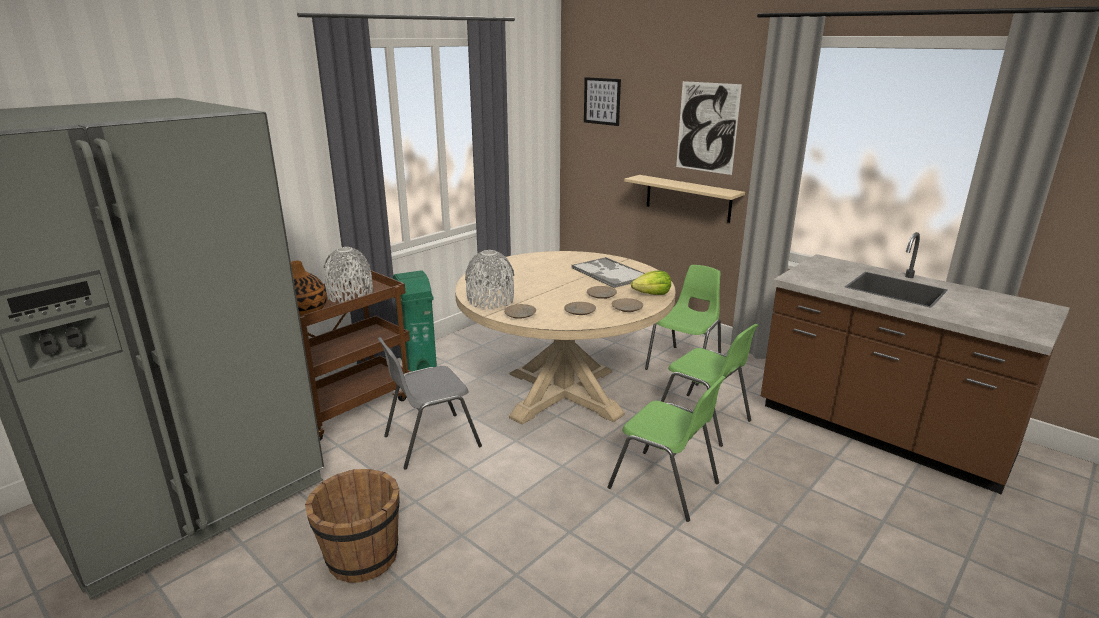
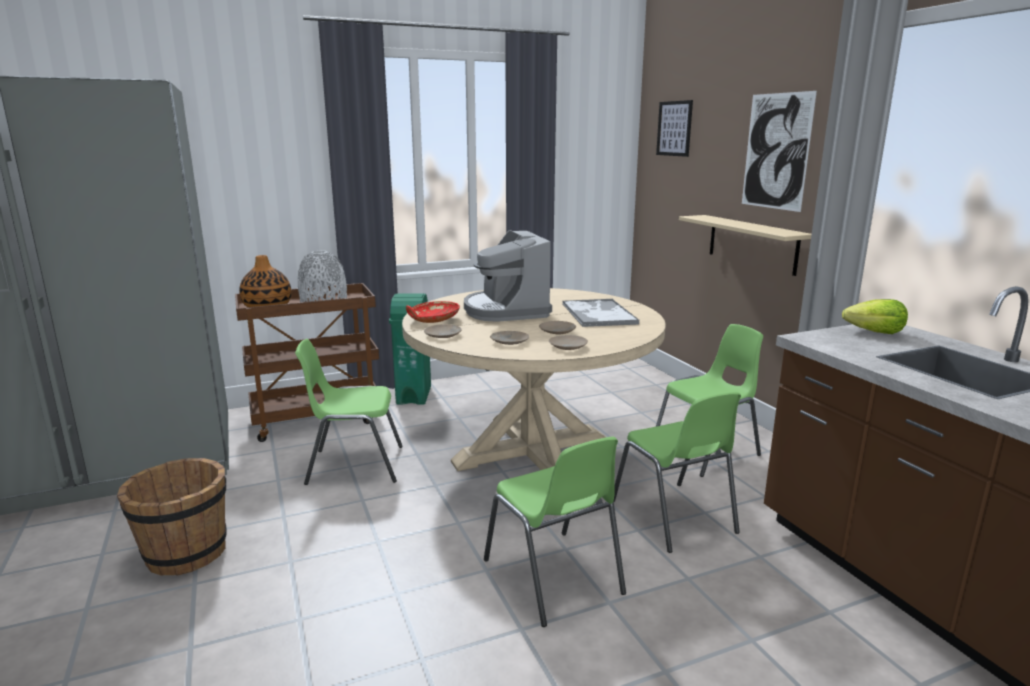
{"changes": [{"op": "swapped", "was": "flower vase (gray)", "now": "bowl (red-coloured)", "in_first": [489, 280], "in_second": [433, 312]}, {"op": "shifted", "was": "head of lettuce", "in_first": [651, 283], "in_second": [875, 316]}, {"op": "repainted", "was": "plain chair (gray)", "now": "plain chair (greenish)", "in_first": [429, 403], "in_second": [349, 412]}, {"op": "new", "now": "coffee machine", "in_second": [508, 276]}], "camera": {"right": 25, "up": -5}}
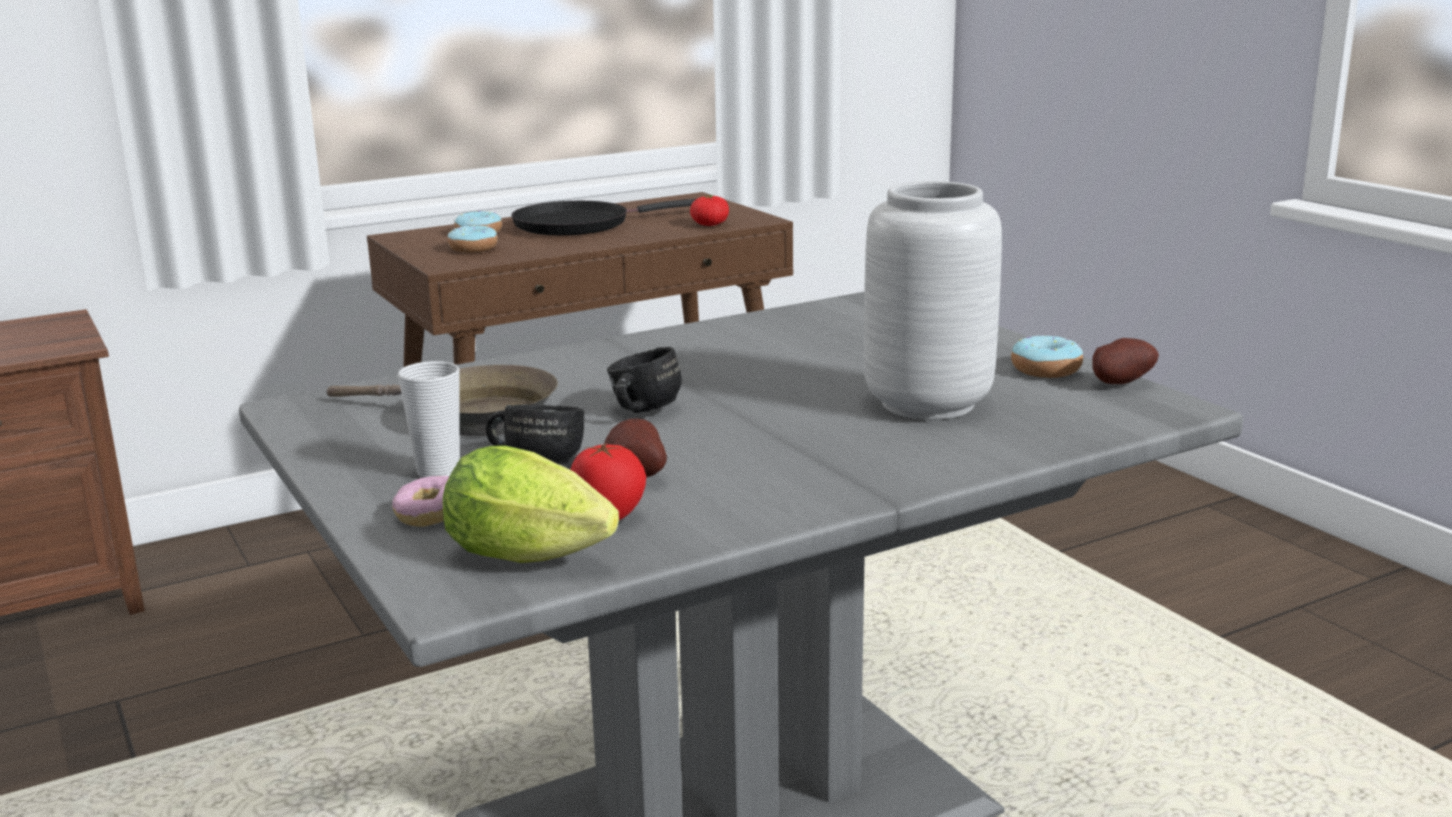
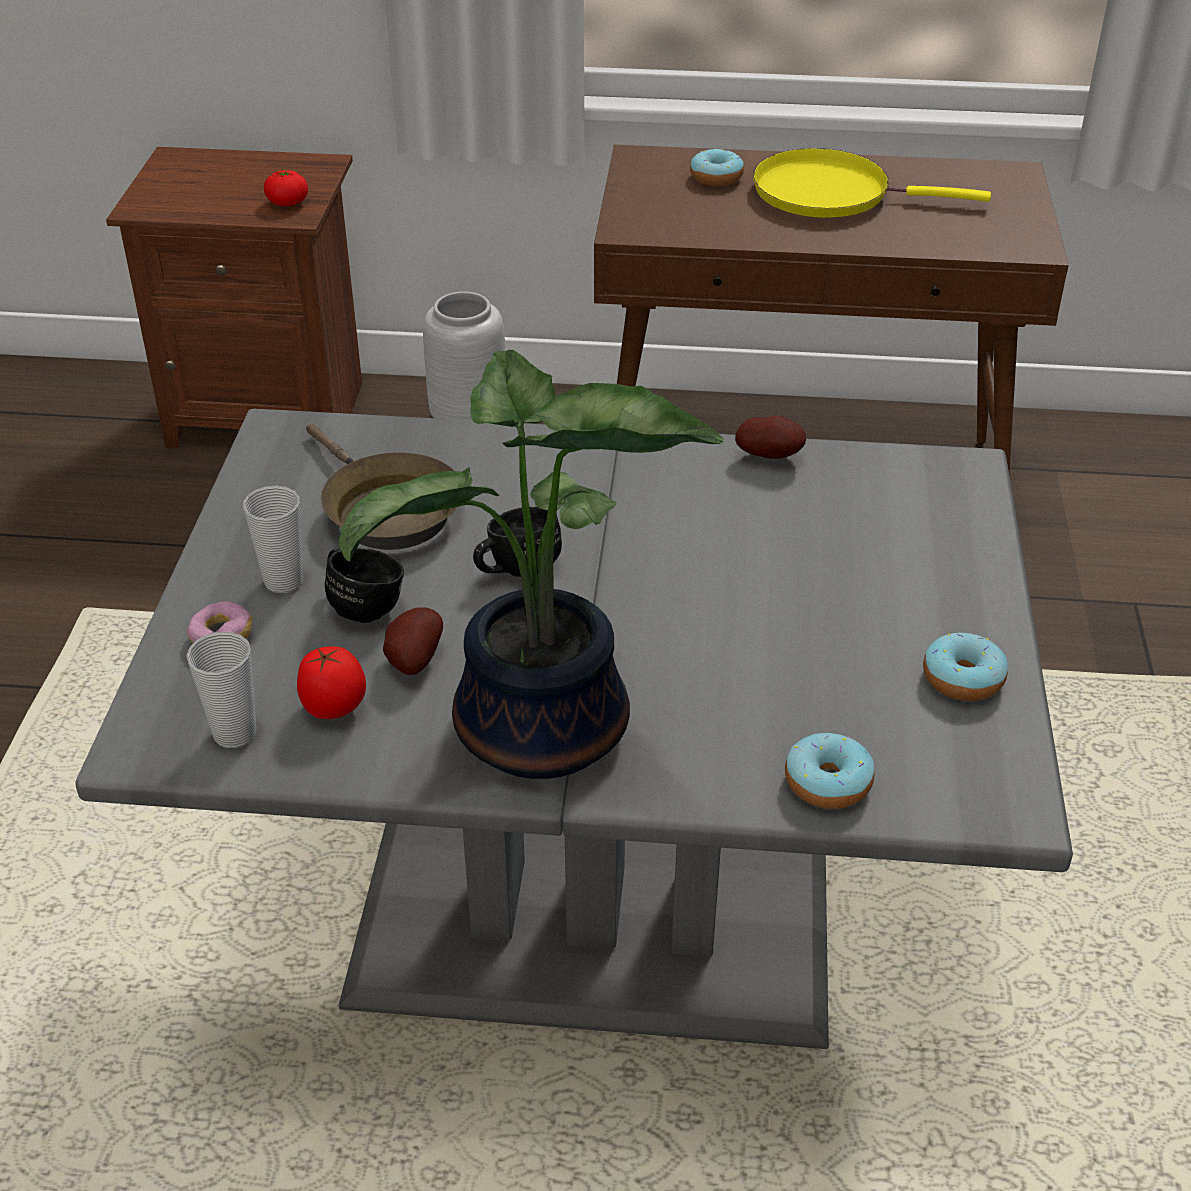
{"changes": [{"op": "shifted", "was": "flower vase (gray)", "in_first": [933, 300], "in_second": [464, 355]}, {"op": "shifted", "was": "whole tomato", "in_first": [709, 210], "in_second": [286, 188]}, {"op": "repainted", "was": "pan (blackish)", "now": "pan (yellow-coloured)", "in_first": [603, 217], "in_second": [872, 183]}, {"op": "shifted", "was": "doughnut", "in_first": [473, 239], "in_second": [829, 771]}, {"op": "shifted", "was": "whole potato", "in_first": [1125, 361], "in_second": [770, 437]}, {"op": "swapped", "was": "head of lettuce", "now": "drinking cup", "in_first": [531, 504], "in_second": [221, 690]}, {"op": "new", "now": "plant in a pot", "in_second": [531, 564]}], "camera": {"right": 35, "up": 20}}
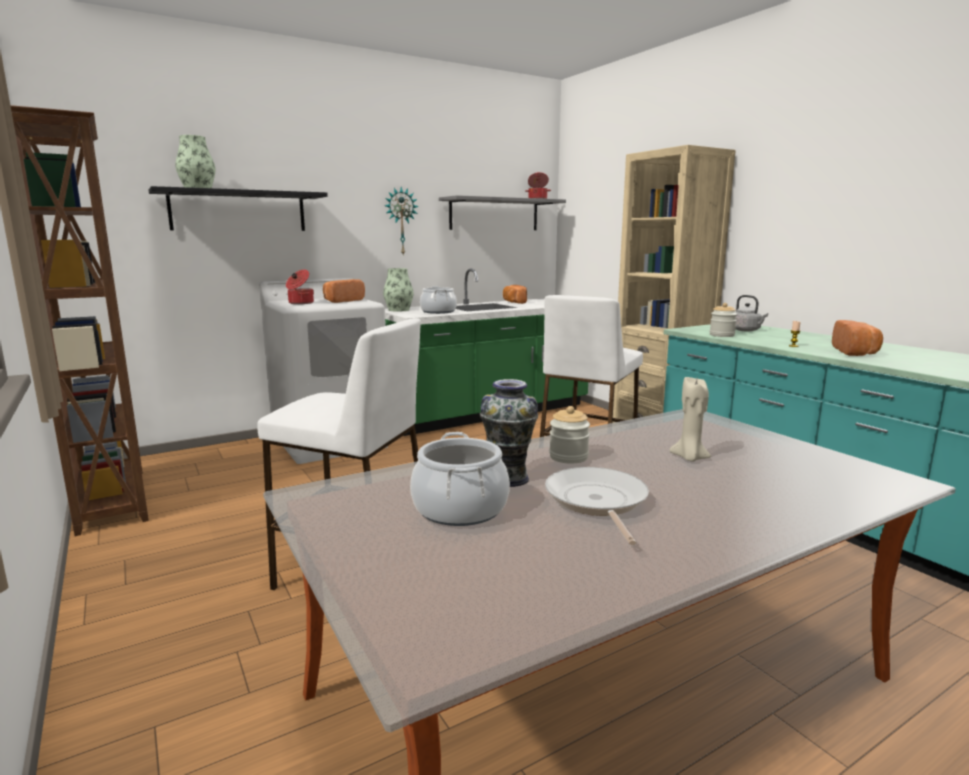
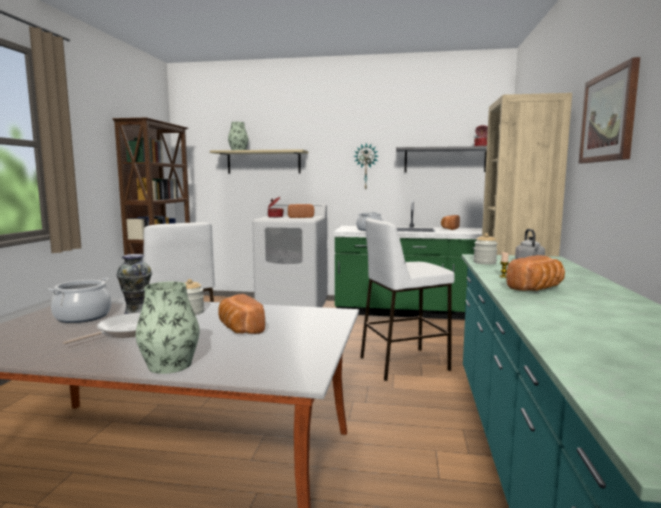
{"changes": [{"op": "repainted", "was": "wall shelf (blackish)", "now": "wall shelf (sand-coloured)", "in_first": [238, 208], "in_second": [259, 161]}, {"op": "shifted", "was": "flower vase", "in_first": [398, 290], "in_second": [168, 327]}, {"op": "swapped", "was": "wax light (sand-coloured)", "now": "bread", "in_first": [690, 419], "in_second": [241, 314]}, {"op": "new", "now": "picture", "in_second": [609, 110]}], "camera": {"right": 40, "up": -5}}
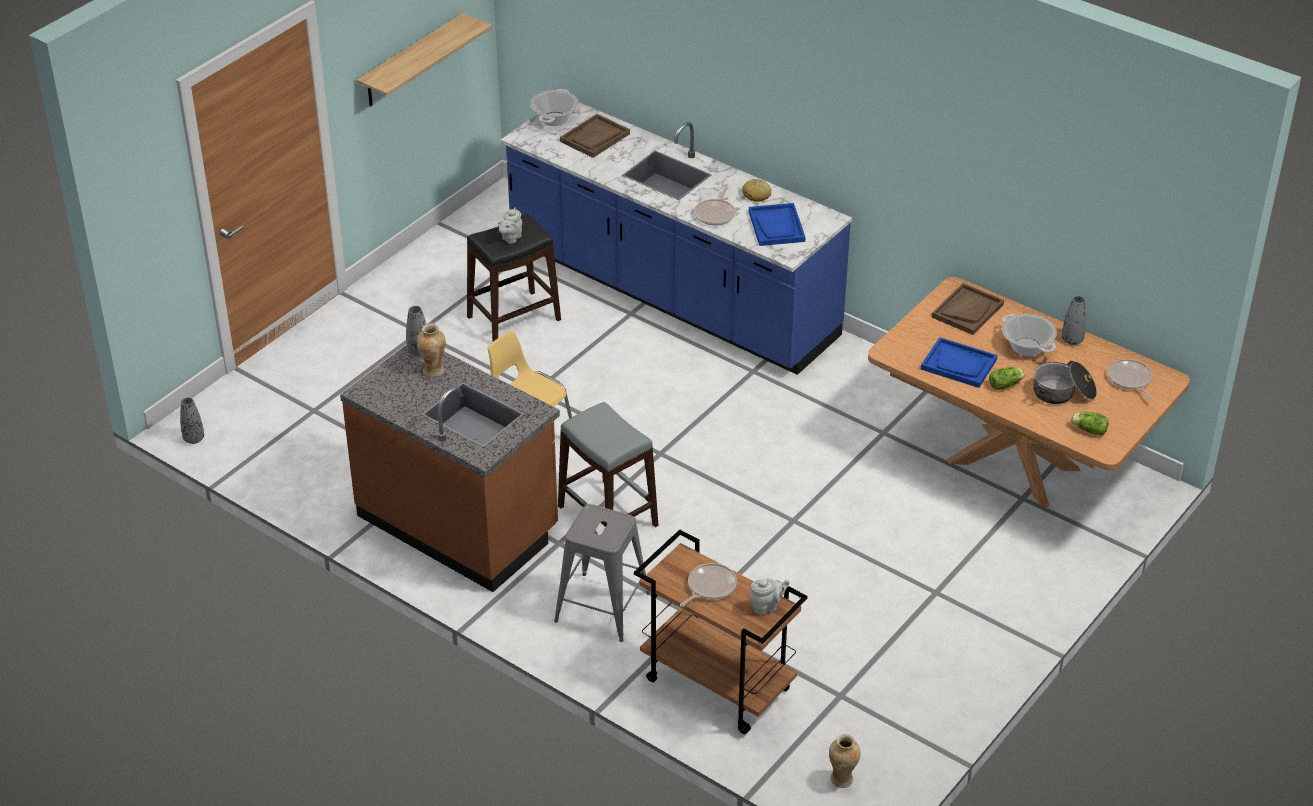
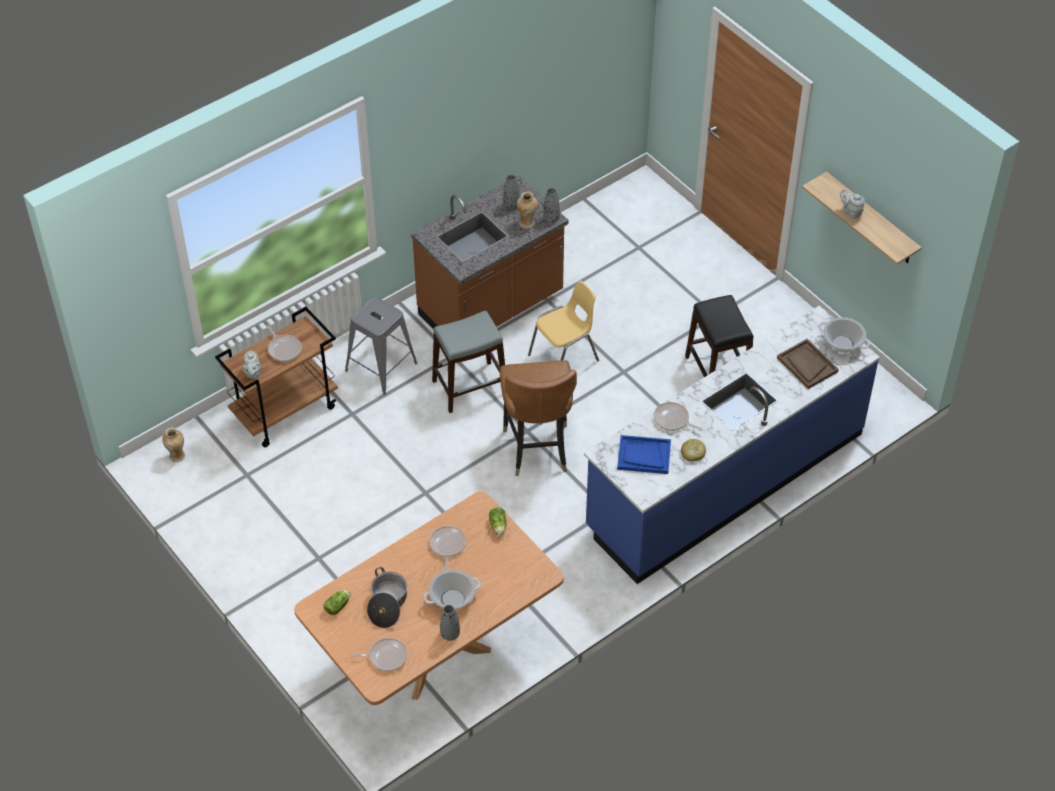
{"changes": [{"op": "shifted", "was": "pot for tea (gray)", "in_first": [510, 226], "in_second": [852, 204]}, {"op": "gone", "was": "serving tray (brown)", "in_first": [968, 309]}, {"op": "swapped", "was": "serving tray (blue-coloured)", "now": "pan", "in_first": [959, 362], "in_second": [447, 548]}, {"op": "shifted", "was": "head of lettuce", "in_first": [1007, 378], "in_second": [497, 521]}, {"op": "shifted", "was": "flower vase (gray)", "in_first": [192, 420], "in_second": [511, 192]}, {"op": "new", "now": "plain chair (brown)", "in_second": [538, 418]}], "camera": {"right": 105, "up": 10}}
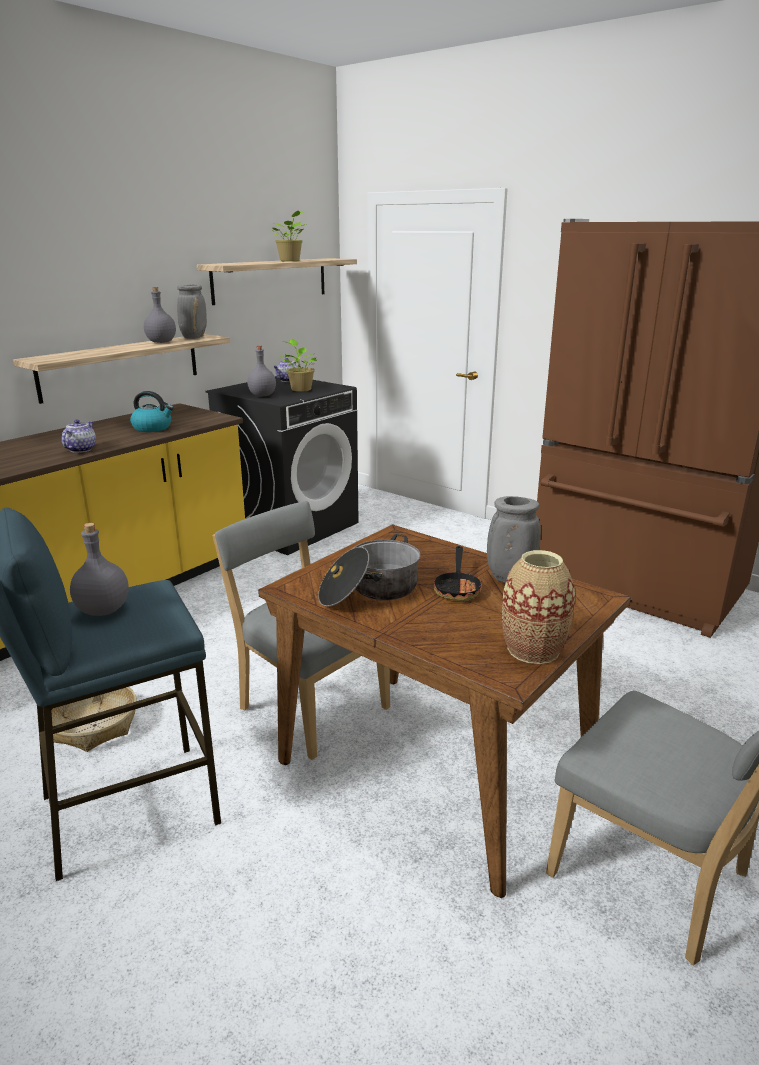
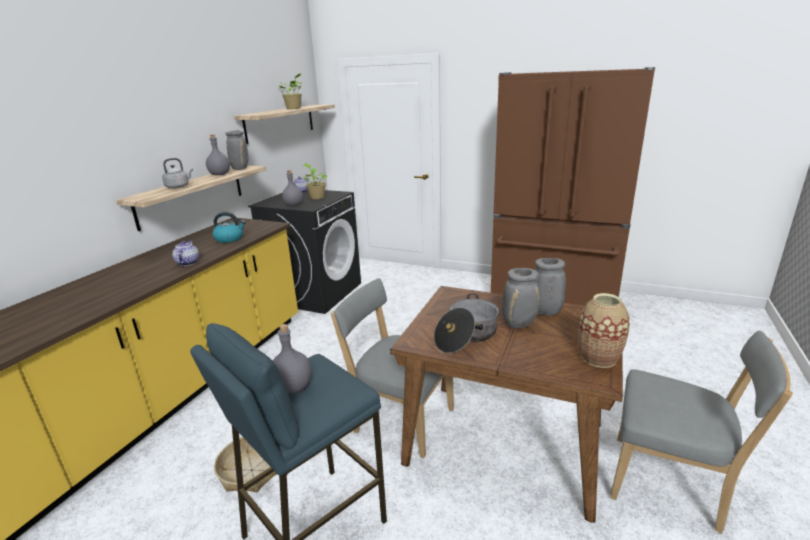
{"changes": [{"op": "swapped", "was": "pan", "now": "flower vase (gray)", "in_first": [458, 573], "in_second": [521, 298]}, {"op": "new", "now": "water kettle (gray)", "in_second": [177, 173]}], "camera": {"right": -15, "up": 0}}
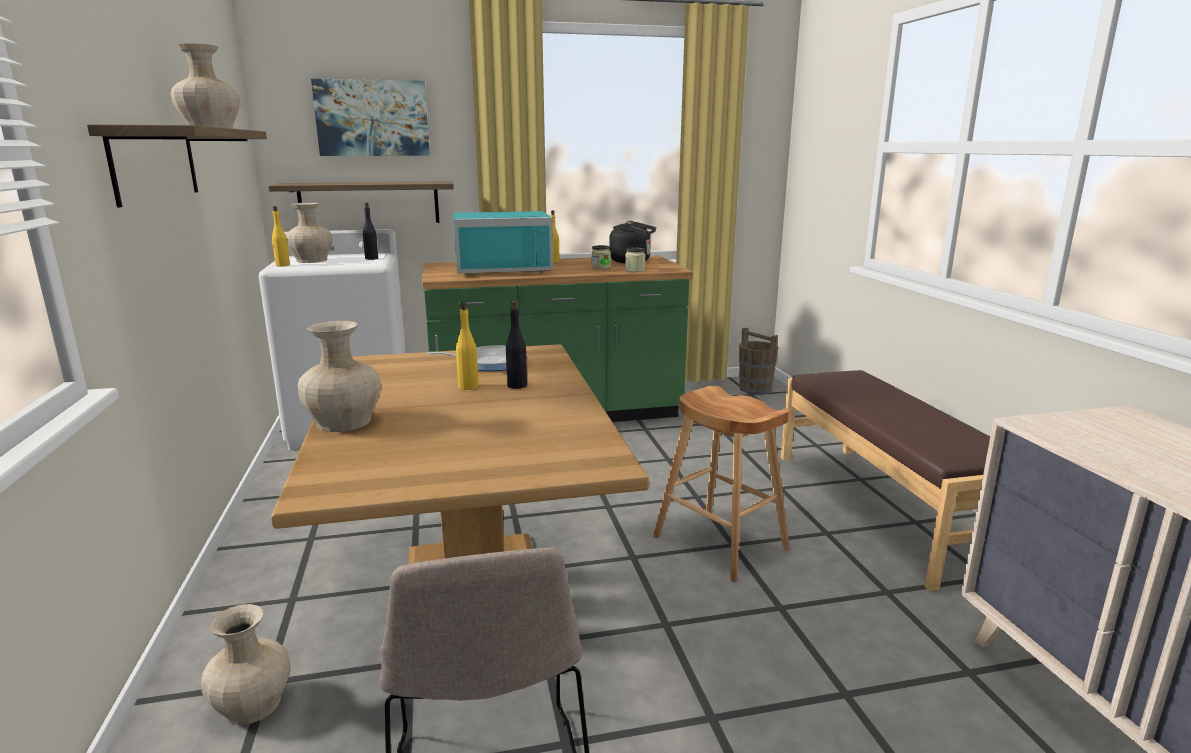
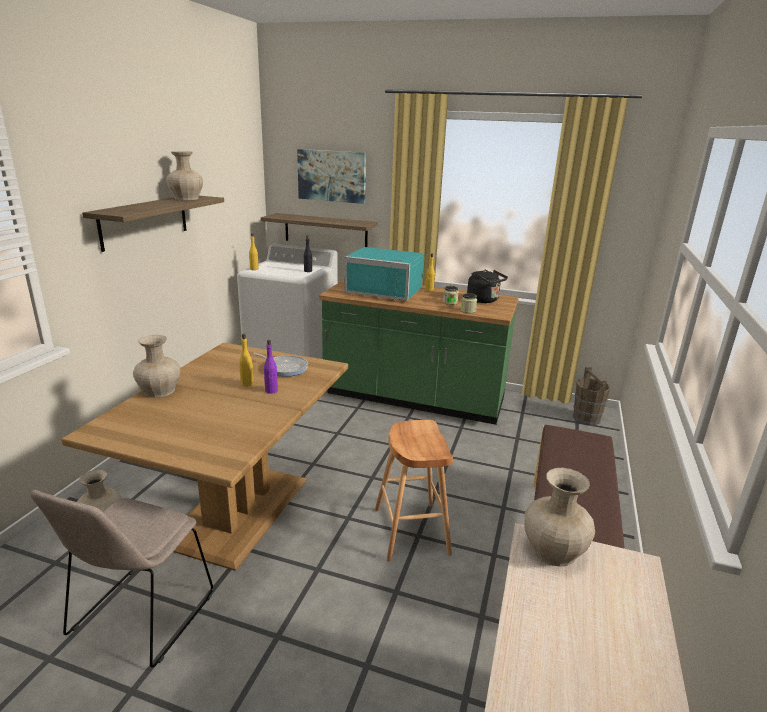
{"changes": [{"op": "shifted", "was": "flower vase (sand-coloured)", "in_first": [309, 233], "in_second": [559, 517]}, {"op": "repainted", "was": "bottle (blackish)", "now": "bottle (purple)", "in_first": [516, 345], "in_second": [271, 367]}], "camera": {"right": 30, "up": 5}}
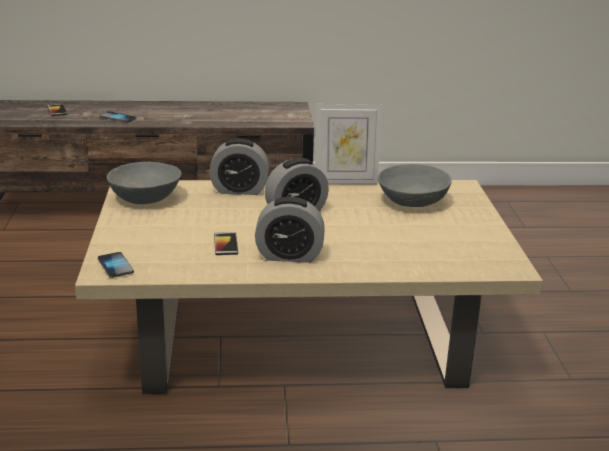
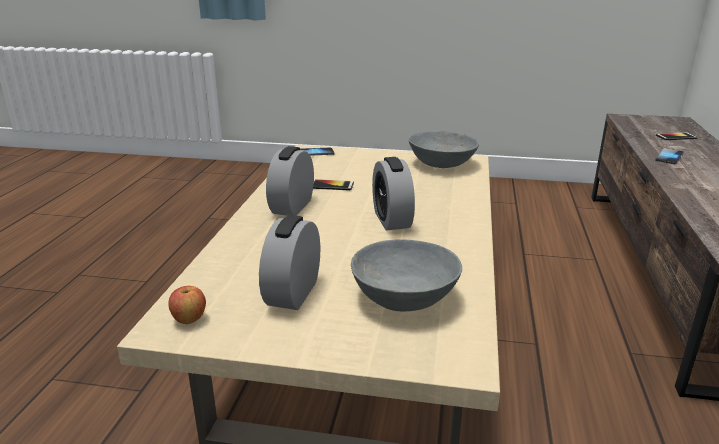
{"changes": [{"op": "gone", "was": "standing frame", "in_first": [348, 144]}, {"op": "shifted", "was": "alarm clock", "in_first": [239, 166], "in_second": [289, 262]}, {"op": "new", "now": "whole apple", "in_second": [187, 305]}], "camera": {"right": 105, "up": 0}}
